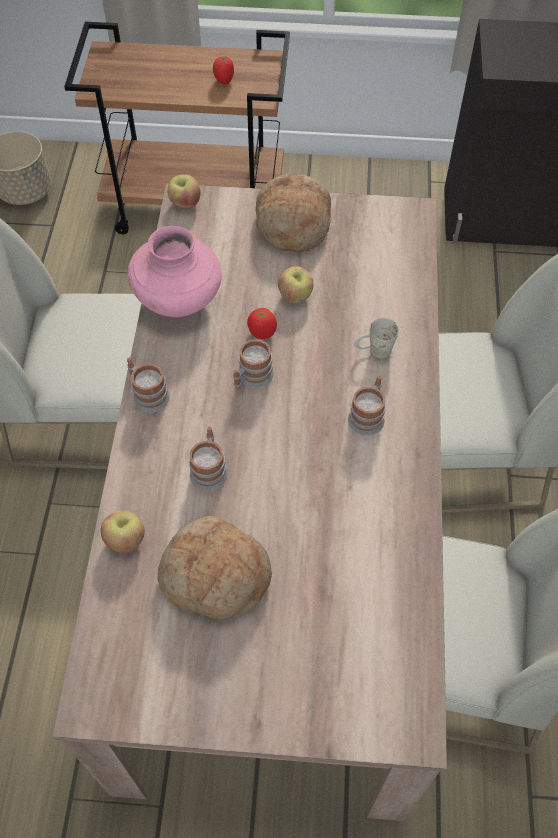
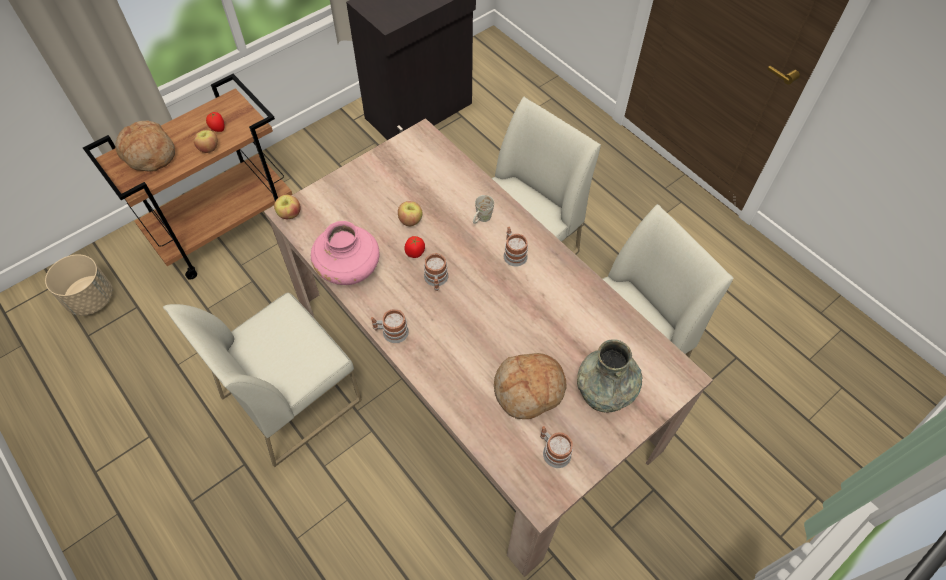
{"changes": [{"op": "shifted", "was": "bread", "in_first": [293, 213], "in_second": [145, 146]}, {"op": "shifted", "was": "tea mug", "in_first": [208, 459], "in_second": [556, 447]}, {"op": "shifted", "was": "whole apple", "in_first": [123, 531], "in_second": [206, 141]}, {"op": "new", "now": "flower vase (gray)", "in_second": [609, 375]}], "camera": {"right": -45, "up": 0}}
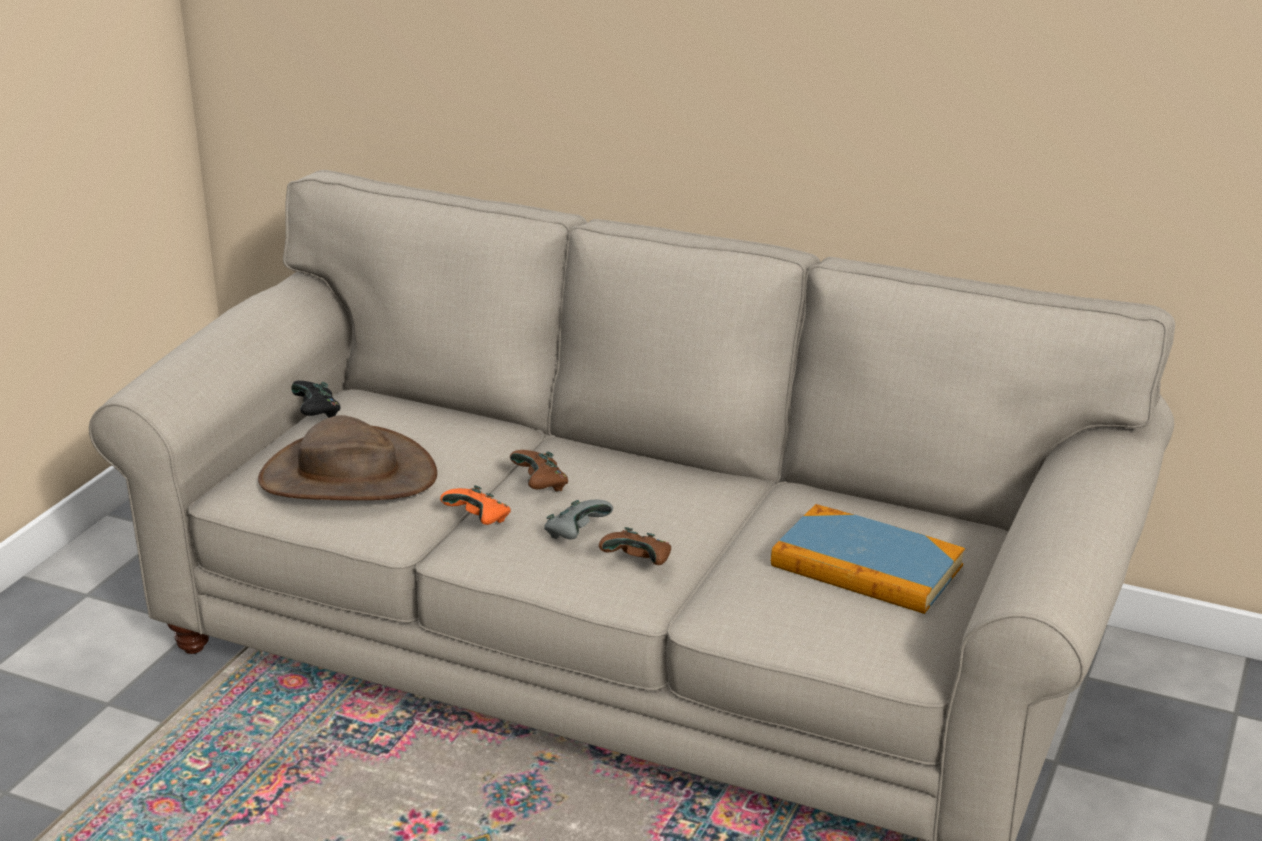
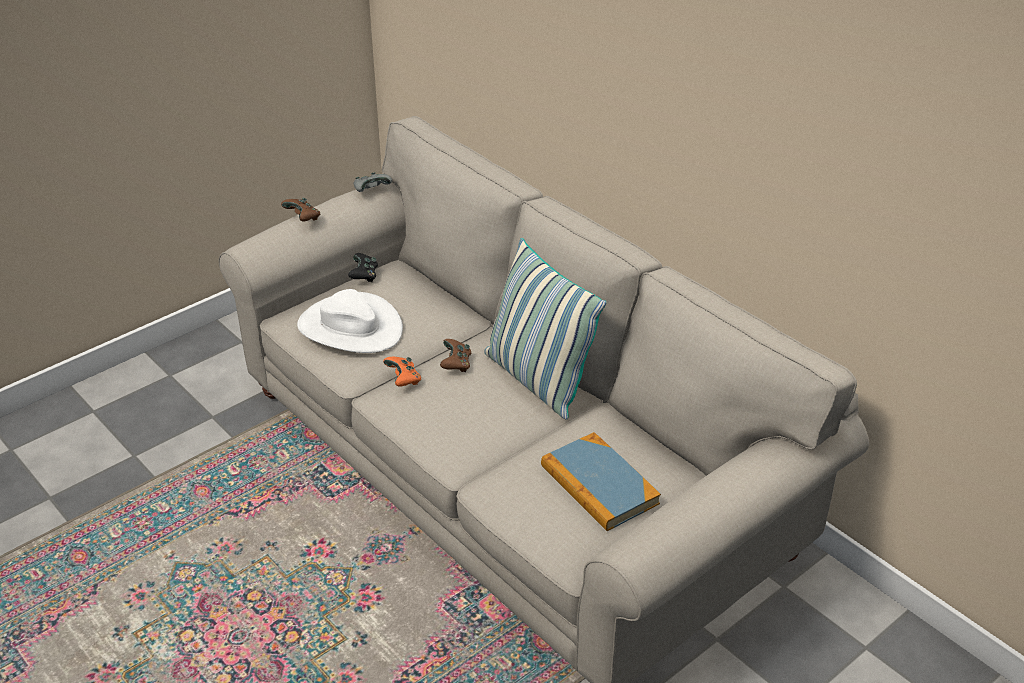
{"changes": [{"op": "repainted", "was": "clothing hat (brown)", "now": "clothing hat (whitish)", "in_first": [347, 457], "in_second": [350, 321]}, {"op": "shifted", "was": "gamepad (gray)", "in_first": [578, 519], "in_second": [372, 182]}, {"op": "shifted", "was": "gamepad (brown)", "in_first": [635, 546], "in_second": [300, 210]}, {"op": "new", "now": "pillow", "in_second": [545, 328]}], "camera": {"right": 25, "up": 10}}
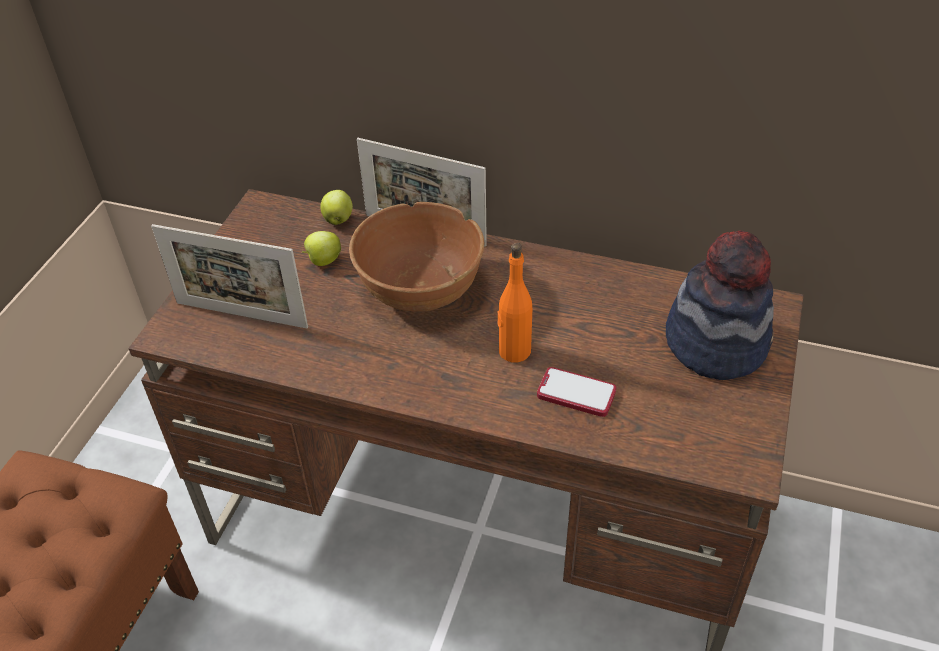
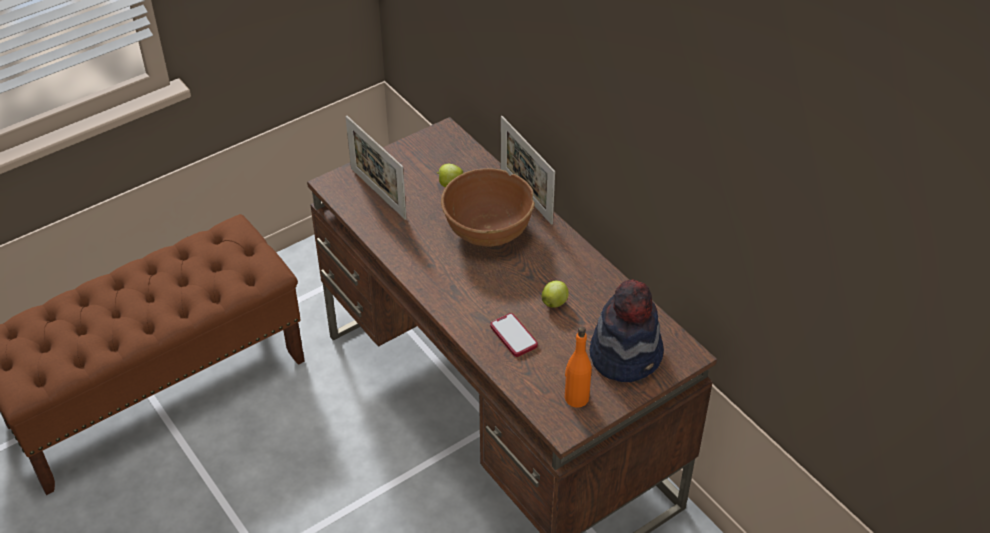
{"changes": [{"op": "shifted", "was": "whole apple", "in_first": [336, 207], "in_second": [555, 294]}, {"op": "shifted", "was": "bottle (orange-coloured)", "in_first": [515, 302], "in_second": [578, 367]}], "camera": {"right": 35, "up": 0}}
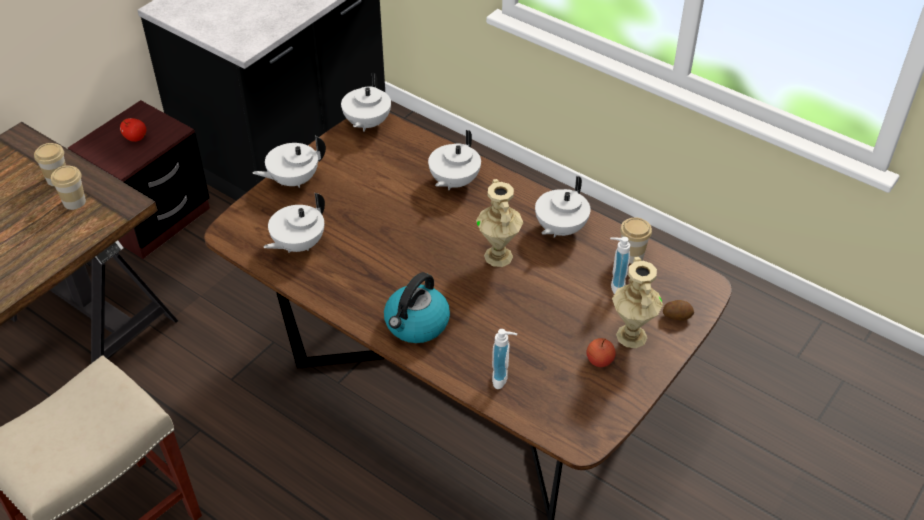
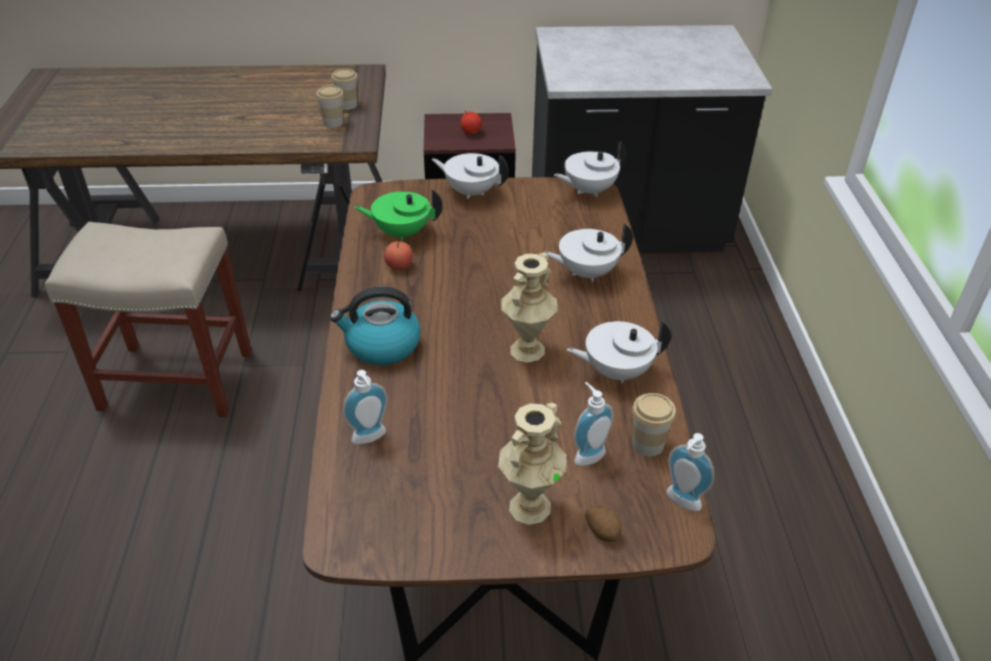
{"changes": [{"op": "repainted", "was": "pot for tea (whitish)", "now": "pot for tea (greenish)", "in_first": [294, 223], "in_second": [398, 215]}, {"op": "shifted", "was": "whole apple", "in_first": [601, 352], "in_second": [398, 255]}, {"op": "new", "now": "soap bottle", "in_second": [690, 472]}], "camera": {"right": 50, "up": -5}}
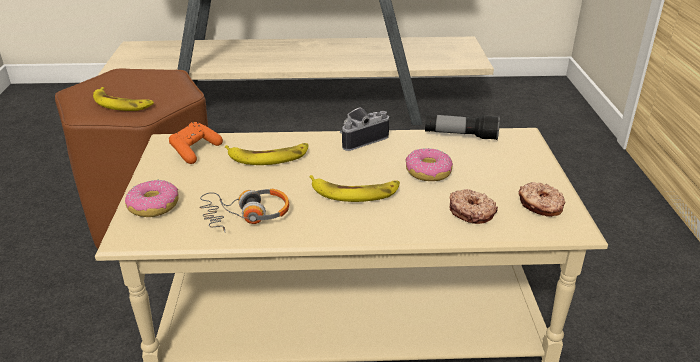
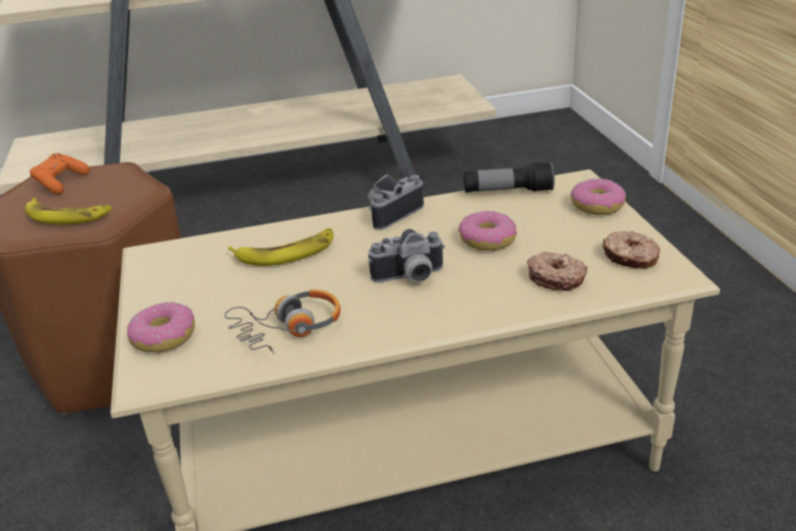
{"changes": [{"op": "shifted", "was": "gamepad (orange-coloured)", "in_first": [196, 143], "in_second": [60, 174]}, {"op": "swapped", "was": "whole banana", "now": "still camera", "in_first": [355, 188], "in_second": [406, 255]}, {"op": "new", "now": "doughnut", "in_second": [598, 196]}], "camera": {"right": -10, "up": 0}}
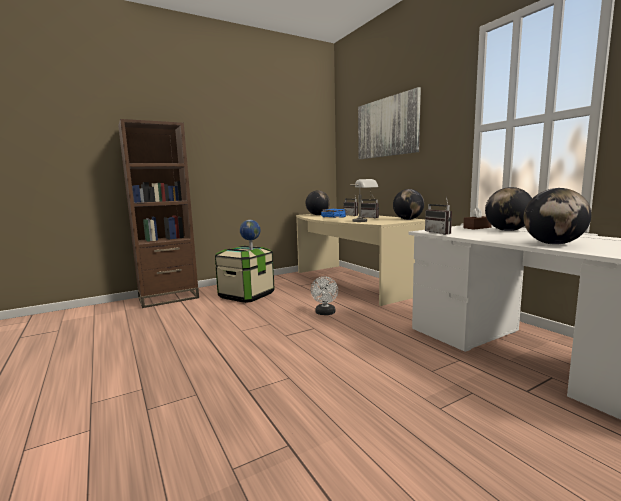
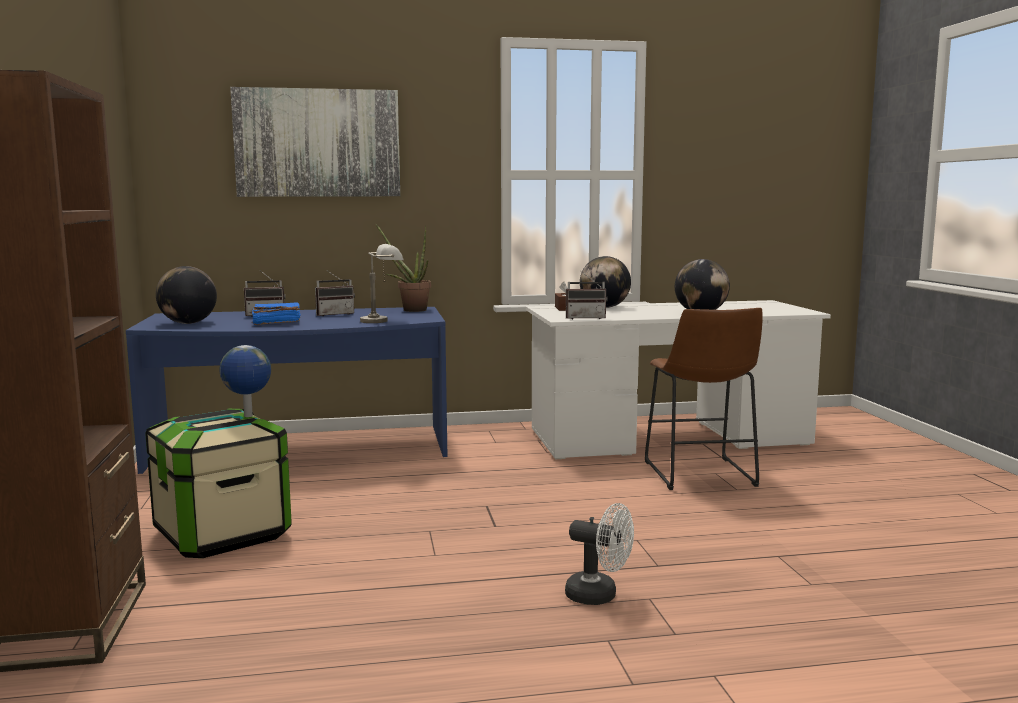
{"changes": [{"op": "swapped", "was": "world globe", "now": "plant in a pot", "in_first": [408, 204], "in_second": [403, 268]}, {"op": "repainted", "was": "desk unit (sand-coloured)", "now": "desk unit (blue-coloured)", "in_first": [360, 260], "in_second": [287, 390]}, {"op": "shifted", "was": "fan (whitish)", "in_first": [324, 295], "in_second": [599, 554]}, {"op": "new", "now": "sitting stool (brown)", "in_second": [704, 399]}], "camera": {"right": -70, "up": 0}}
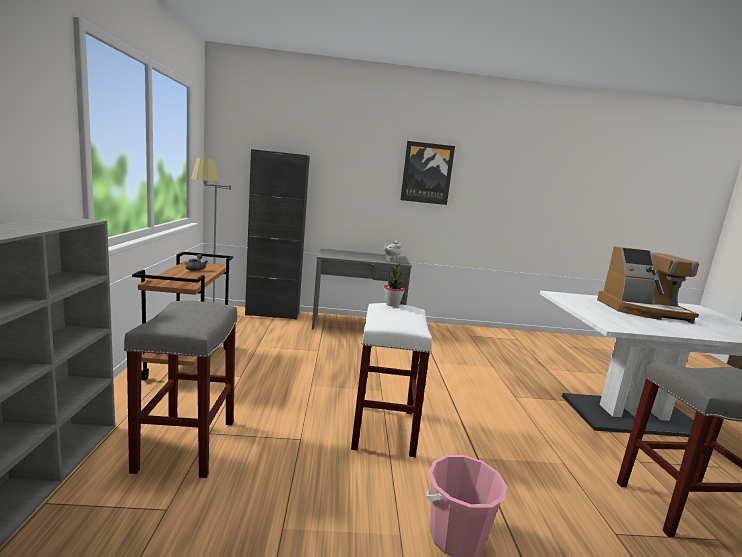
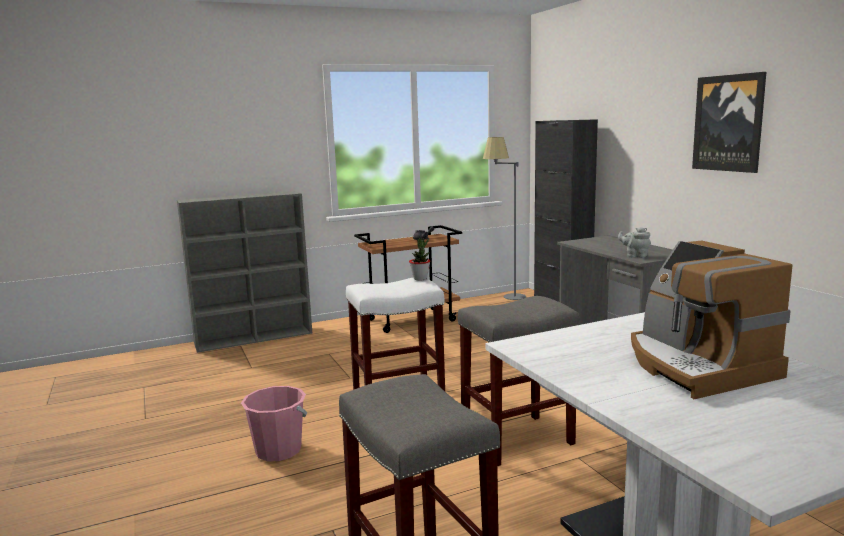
{"changes": [{"op": "shifted", "was": "sitting stool (gray)", "in_first": [181, 389], "in_second": [519, 381]}], "camera": {"right": 70, "up": 0}}
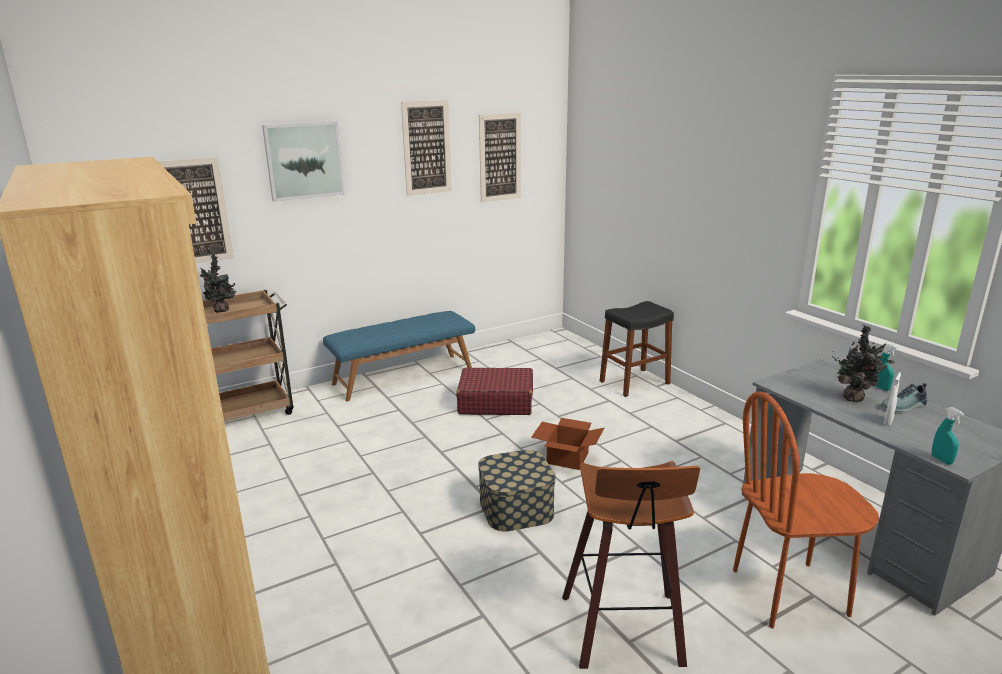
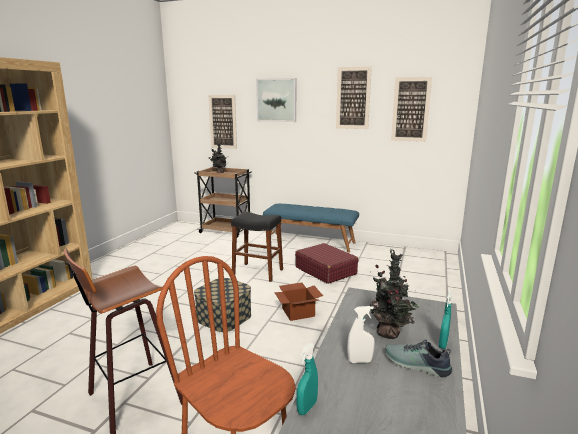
{"changes": [{"op": "shifted", "was": "sitting stool (blackish)", "in_first": [637, 349], "in_second": [257, 247]}], "camera": {"right": 50, "up": -5}}
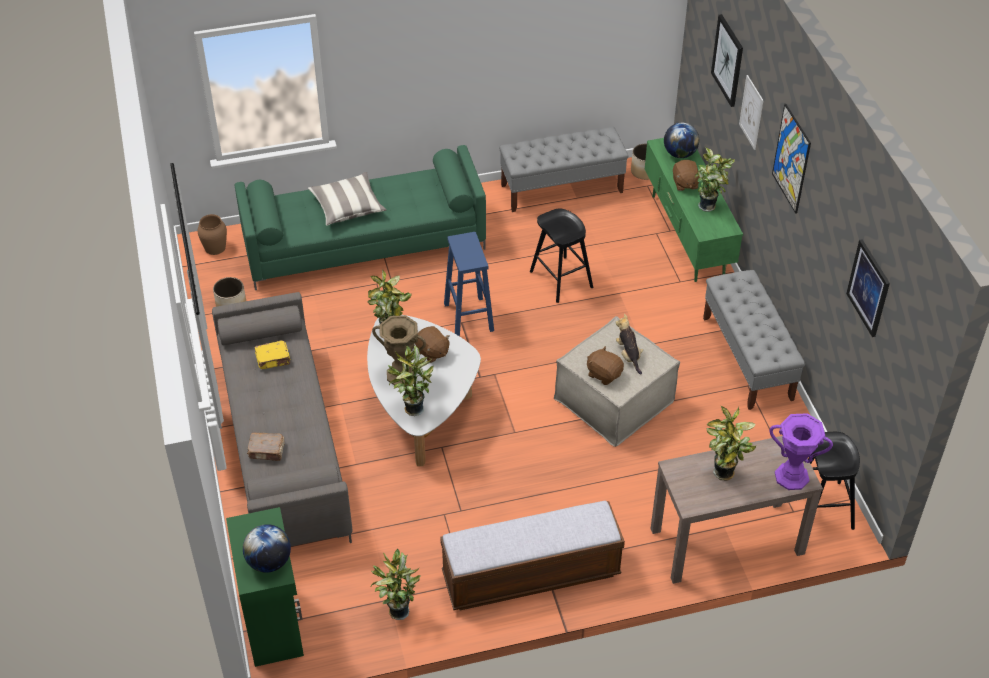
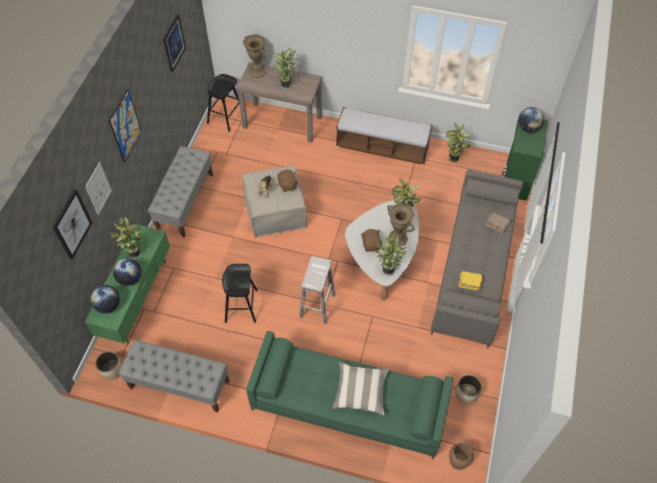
{"changes": [{"op": "swapped", "was": "cuddly toy (brown)", "now": "world globe", "in_first": [686, 175], "in_second": [127, 272]}, {"op": "repainted", "was": "sitting stool (blue-coloured)", "now": "sitting stool (whitish)", "in_first": [469, 284], "in_second": [317, 290]}, {"op": "repainted", "was": "flower vase (purple)", "now": "flower vase (brown)", "in_first": [801, 451], "in_second": [255, 56]}], "camera": {"right": -150, "up": 10}}
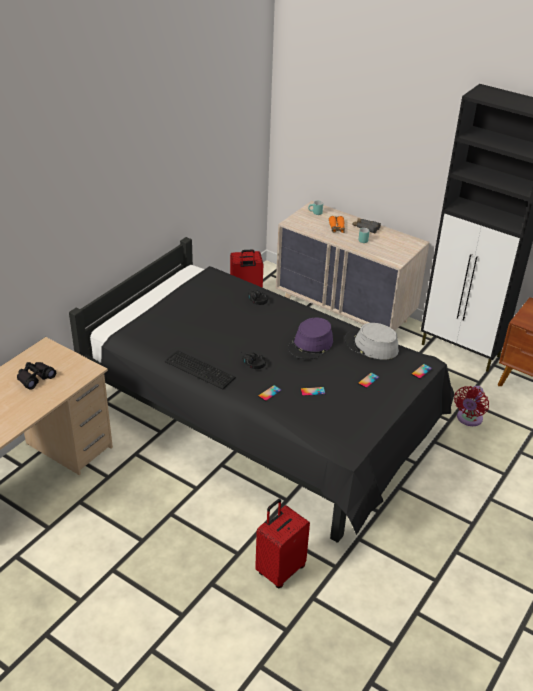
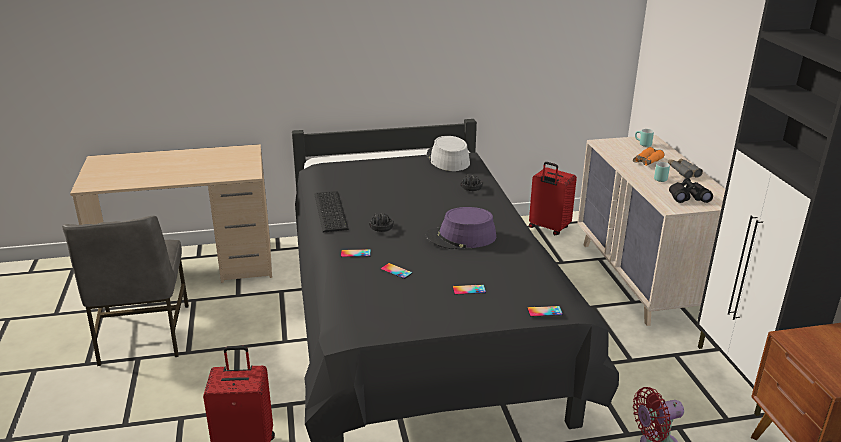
{"changes": [{"op": "shifted", "was": "clothing hat (gray)", "in_first": [372, 341], "in_second": [448, 153]}, {"op": "shifted", "was": "binoculars (blackish)", "in_first": [36, 376], "in_second": [691, 190]}, {"op": "new", "now": "plain chair (gray)", "in_second": [125, 291]}], "camera": {"right": 45, "up": -10}}
